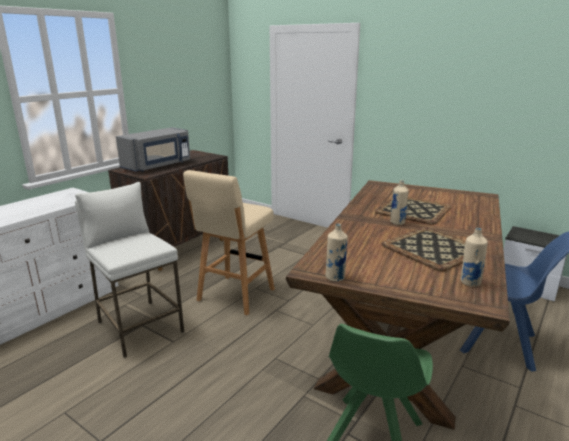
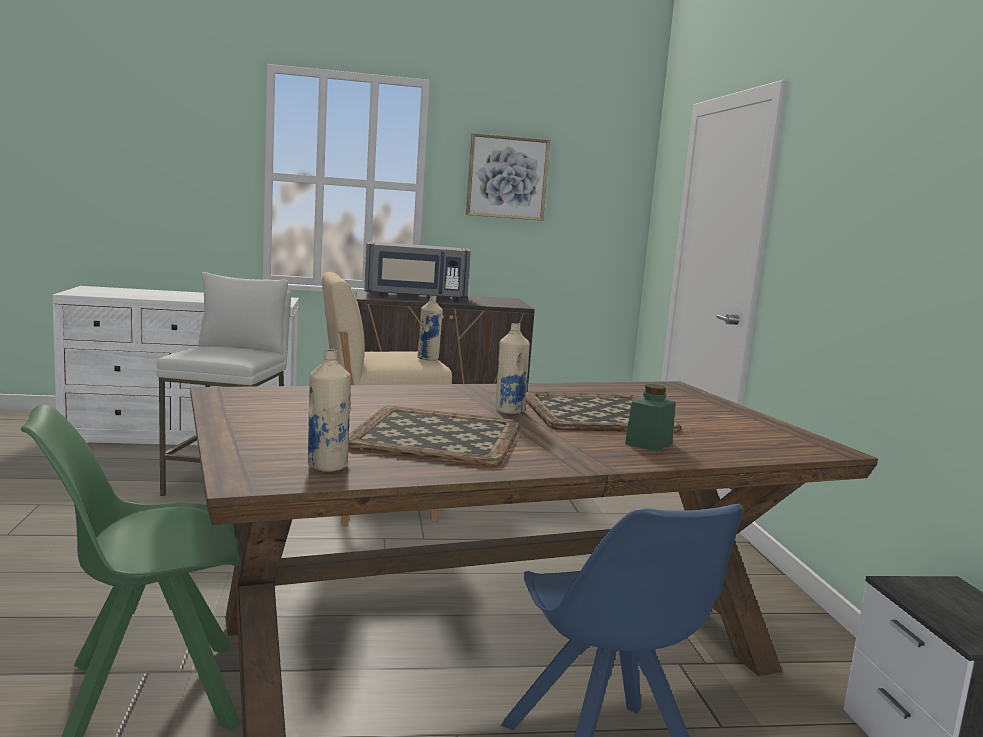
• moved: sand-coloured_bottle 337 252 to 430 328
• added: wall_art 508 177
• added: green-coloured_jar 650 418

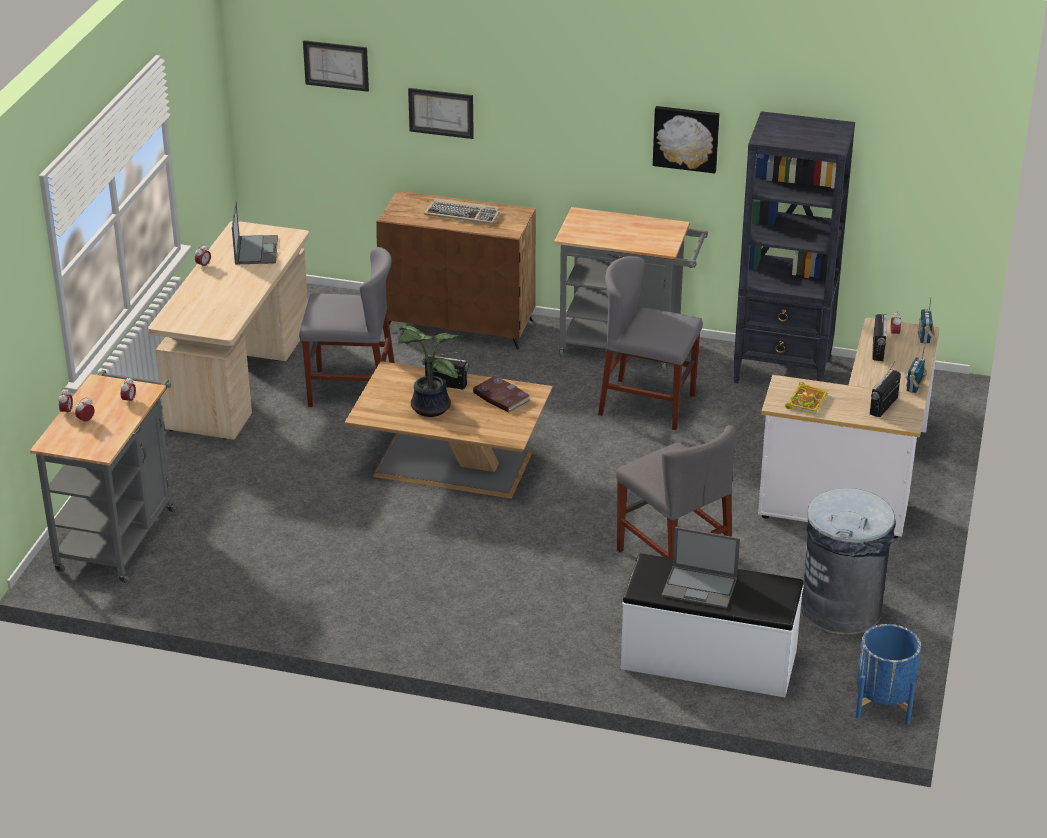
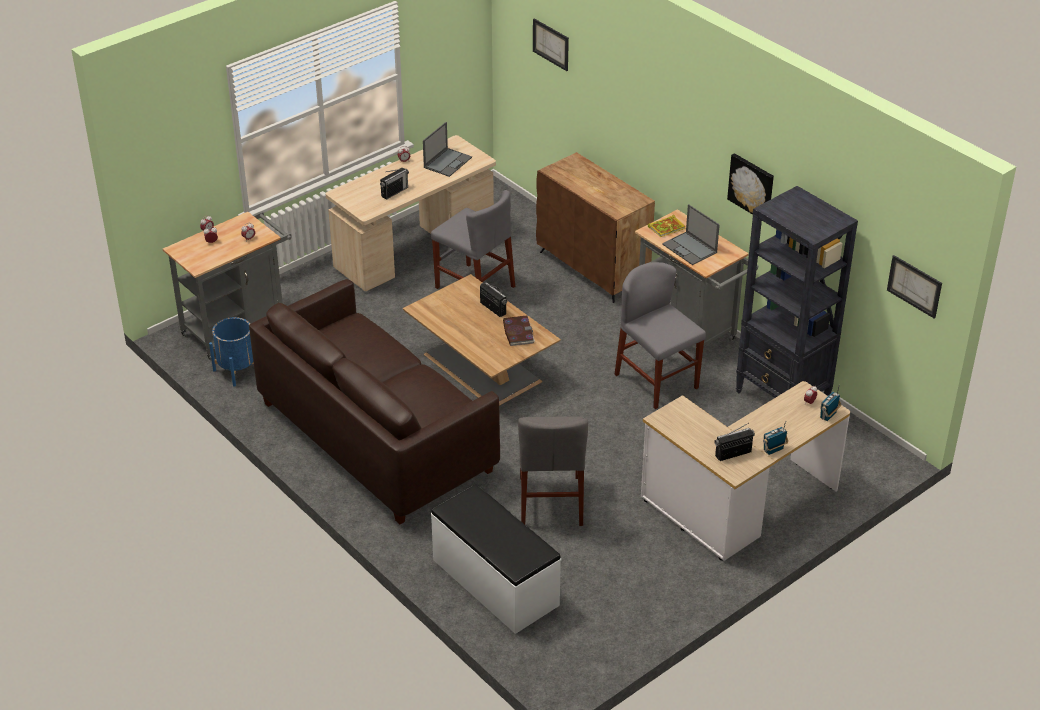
• moved: wall_art 441 113 to 914 287
• removed: PC_keyboard 462 211
• moved: radio_set 879 337 to 394 184
• removed: houseplant 431 371
• moved: bound_book 806 398 to 666 226
• removed: gray_trash_can 849 562
• moved: laptop 701 567 to 691 234
• moved: bluish_plant_pot 888 674 to 231 352
• added: brown_couch 374 401

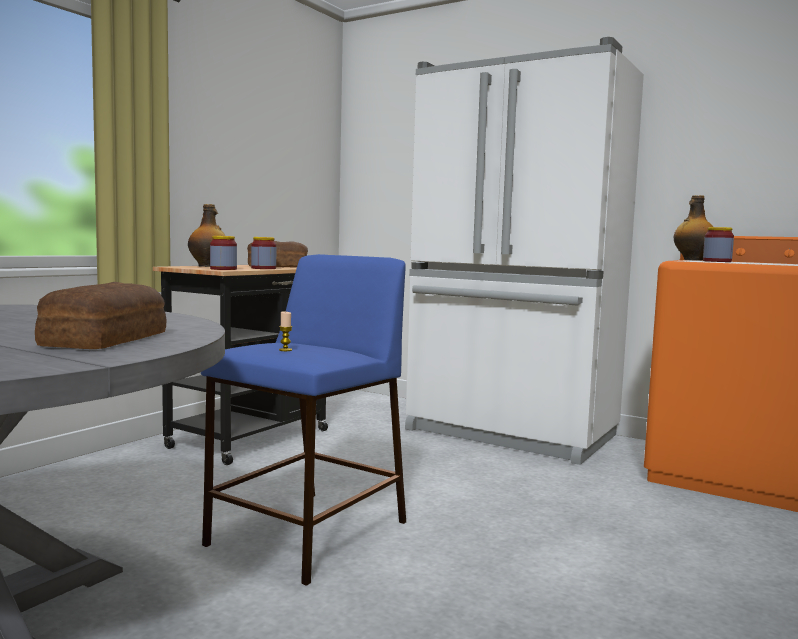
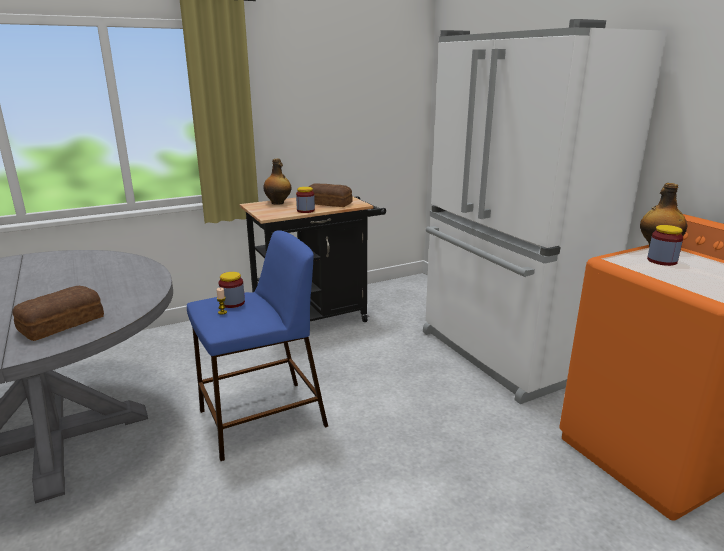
• moved: jar 223 253 to 232 290

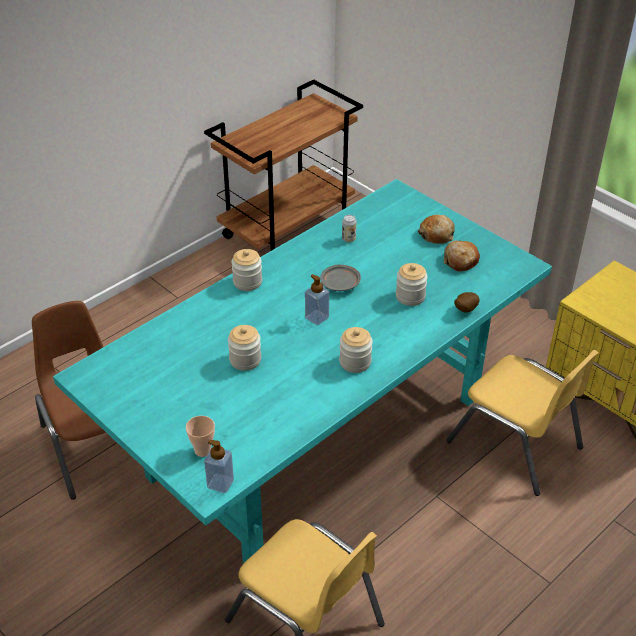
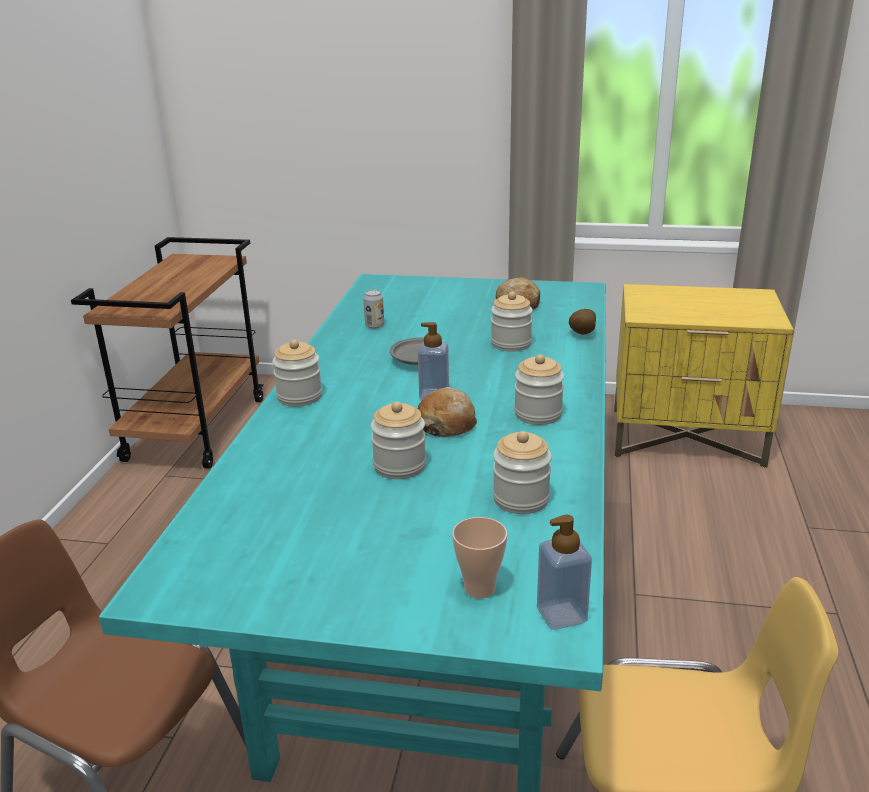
• moved: baked_bread 436 229 to 447 412
• removed: yellow-coloured_upright_chair 522 423
• added: jar 522 472

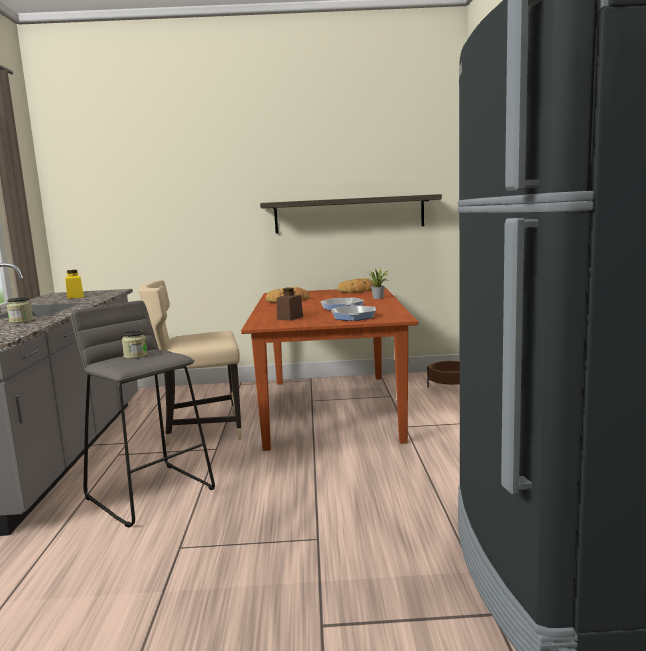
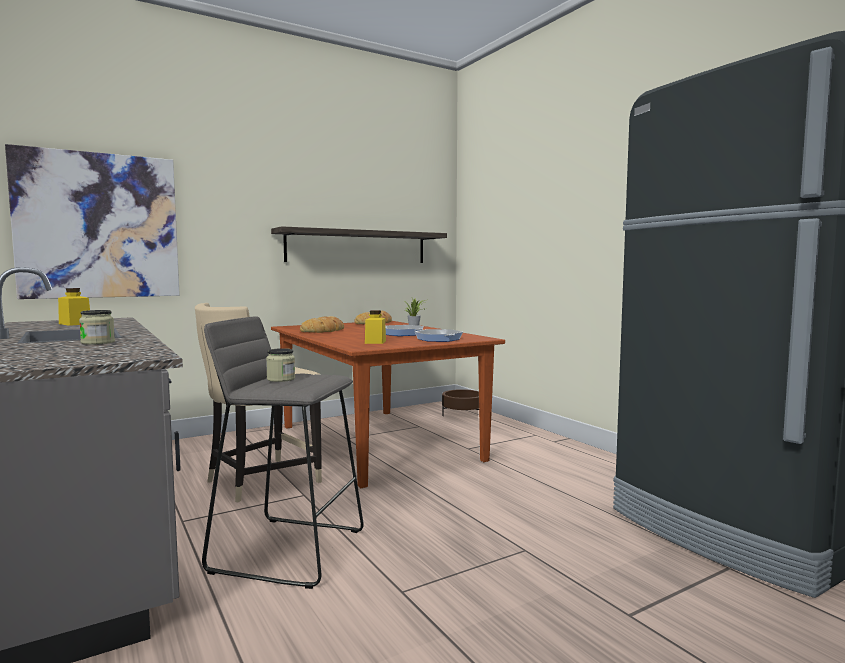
• recoloured: brown_jar 290 304 to yellow-coloured_jar 375 327
• added: wall_art 92 221

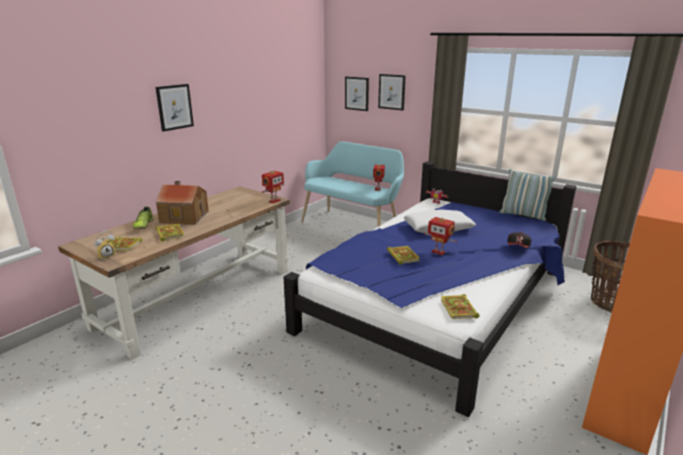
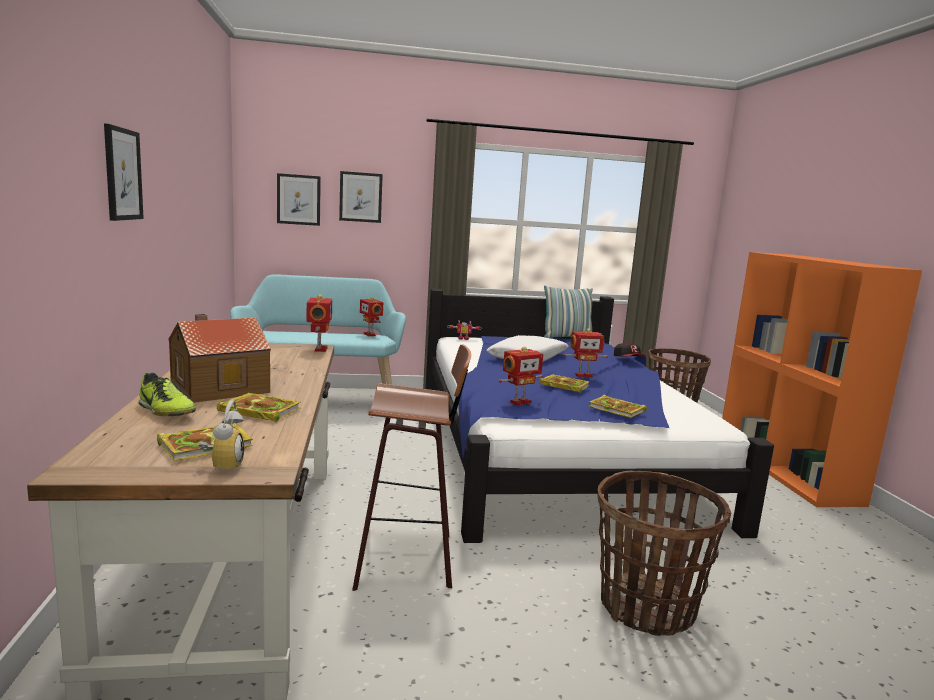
• moved: bound_book 460 306 to 618 406
• added: stool_seat 411 468
• added: robot_figure 521 375
• added: storage_basket 664 553

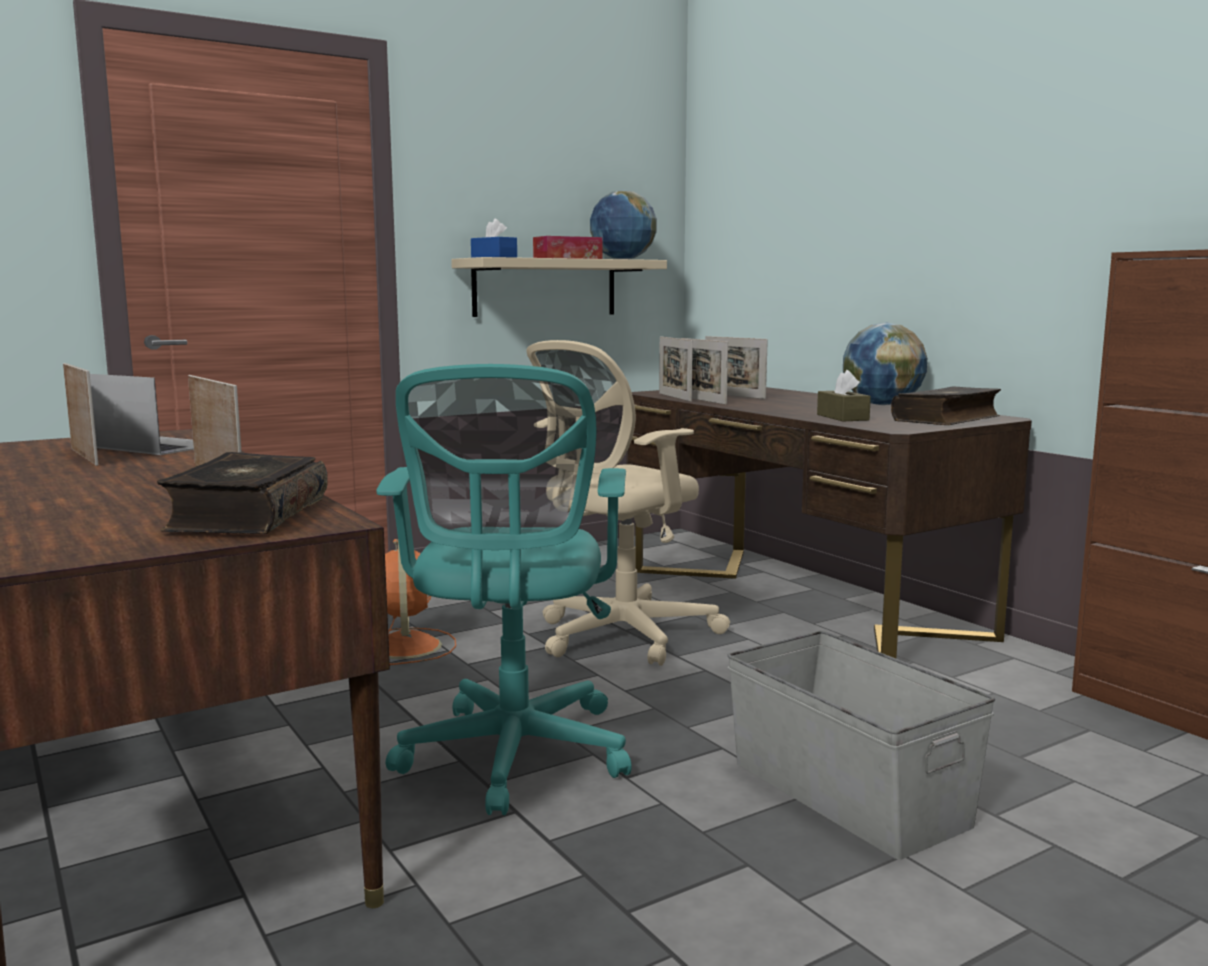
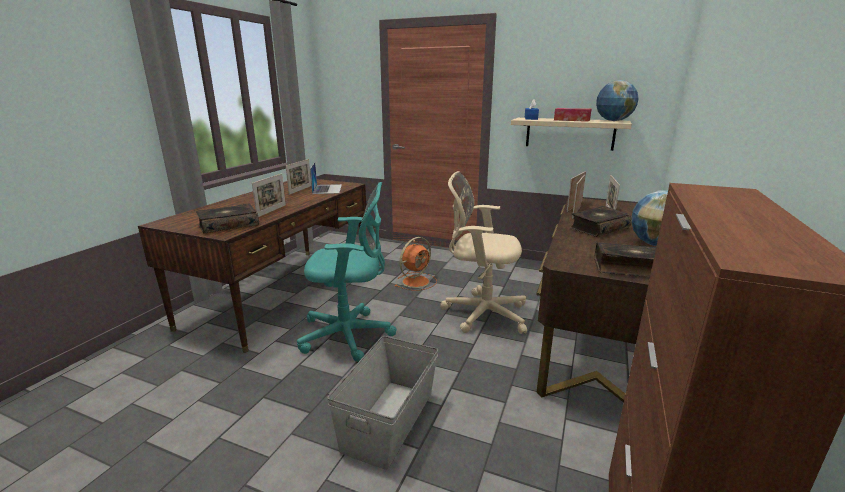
• turned: turquoise-coloured_desk_chair 504 589 = 346 272 150 degrees counterclockwise
• removed: brown_box_of_tissues 844 395
• added: bound_book 601 221

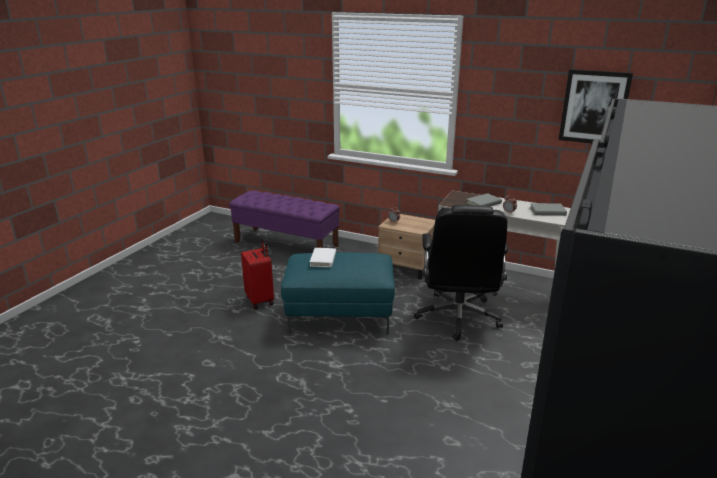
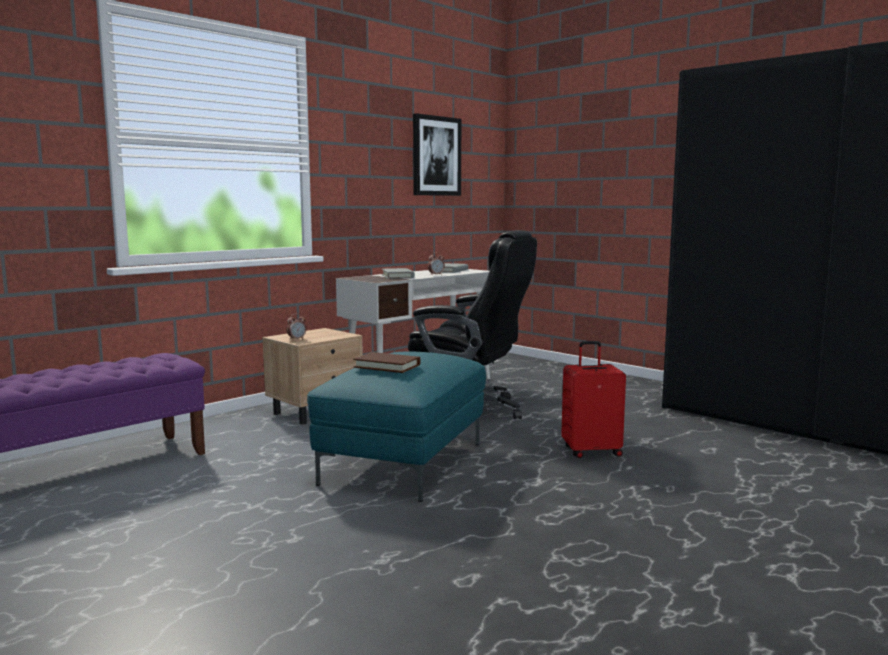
• moved: reddish_piece_of_luggage 257 273 to 593 399
• recoloured: white_bound_book 323 257 to brown_bound_book 387 362

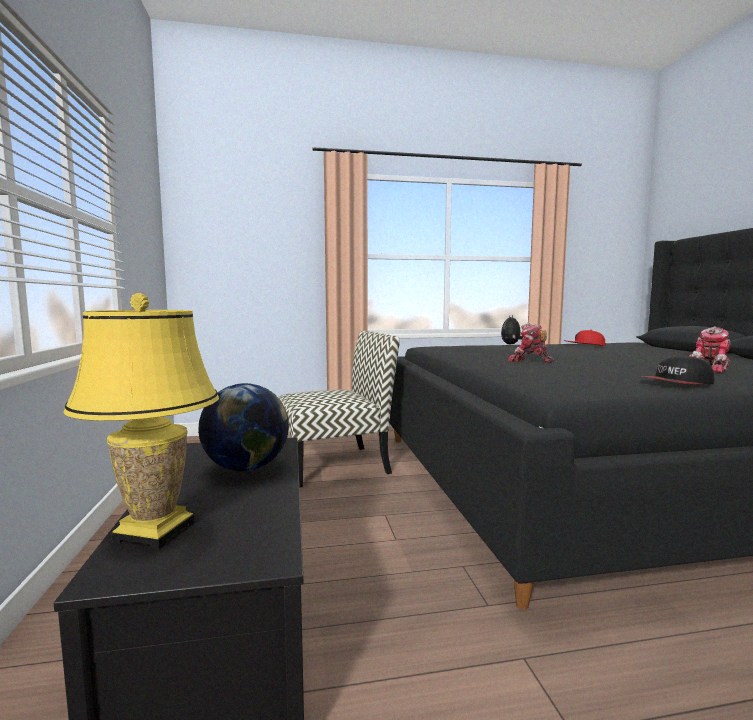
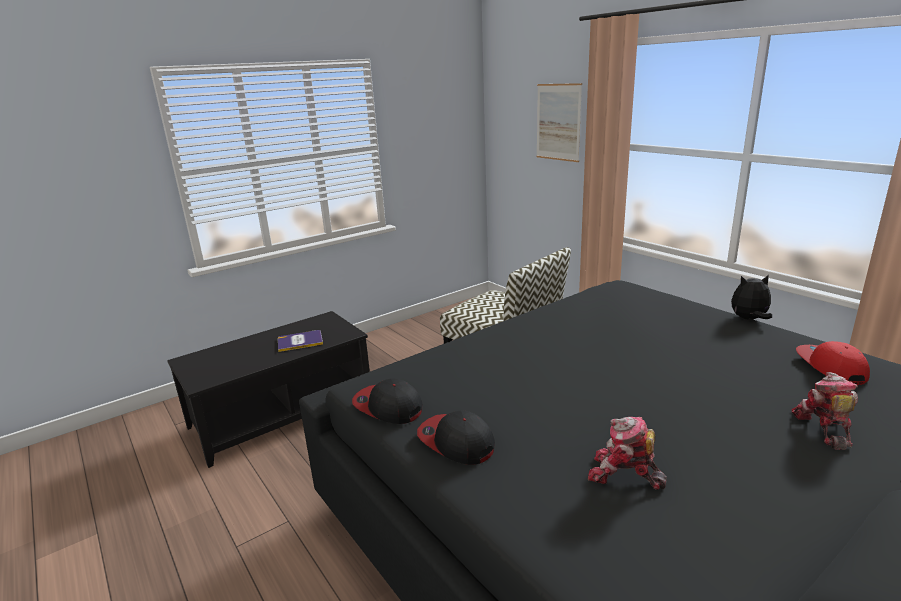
• removed: yellow-coloured_table_lamp 141 421
• moved: robot_figure 531 343 to 824 411
• replaced: world_globe 243 427 to bound_book 300 341
• added: wall_art 559 122
• added: peaked_cap 387 401

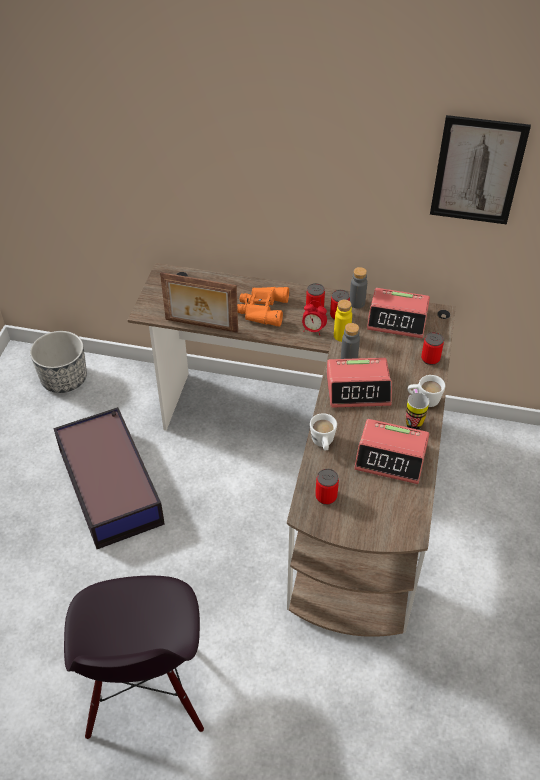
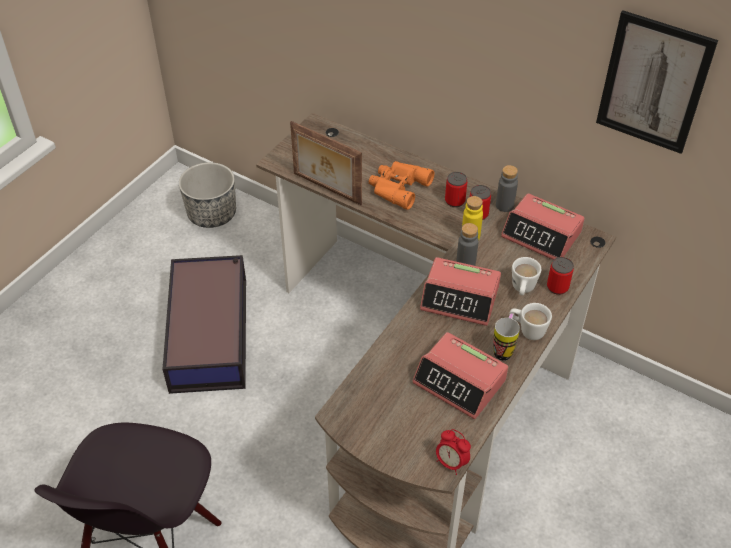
• moved: alarm_clock 314 318 to 453 452
• moved: white_mug 323 431 to 526 276
• removed: metal_can 327 487

